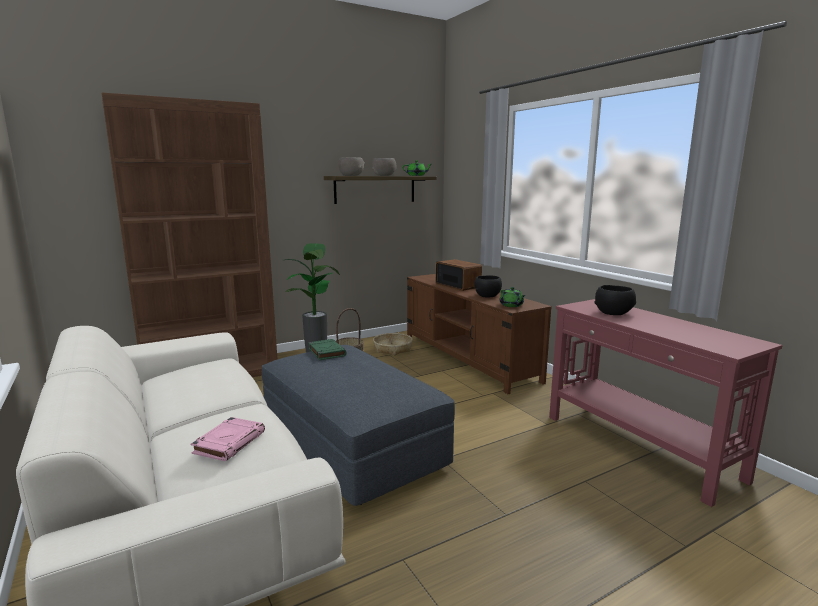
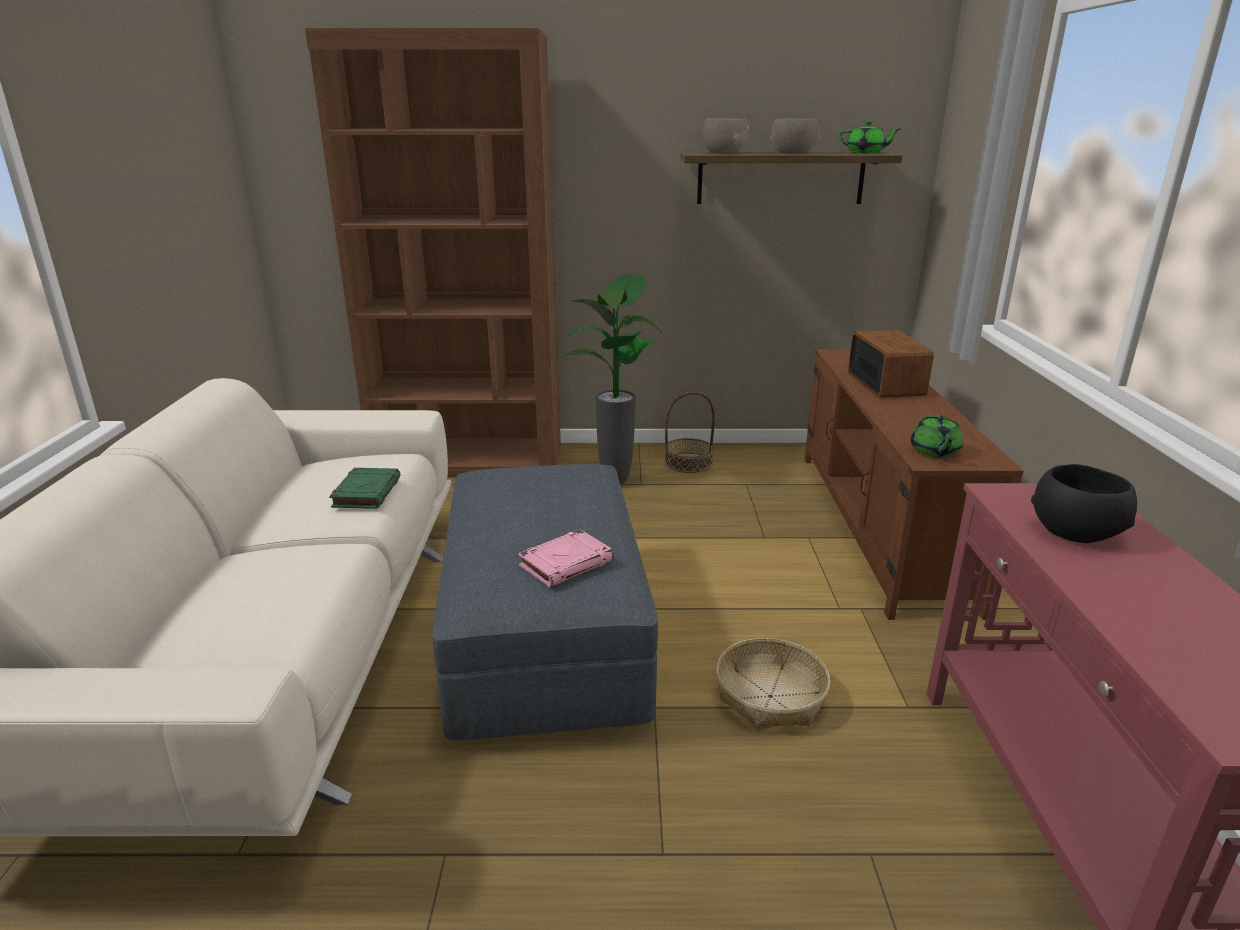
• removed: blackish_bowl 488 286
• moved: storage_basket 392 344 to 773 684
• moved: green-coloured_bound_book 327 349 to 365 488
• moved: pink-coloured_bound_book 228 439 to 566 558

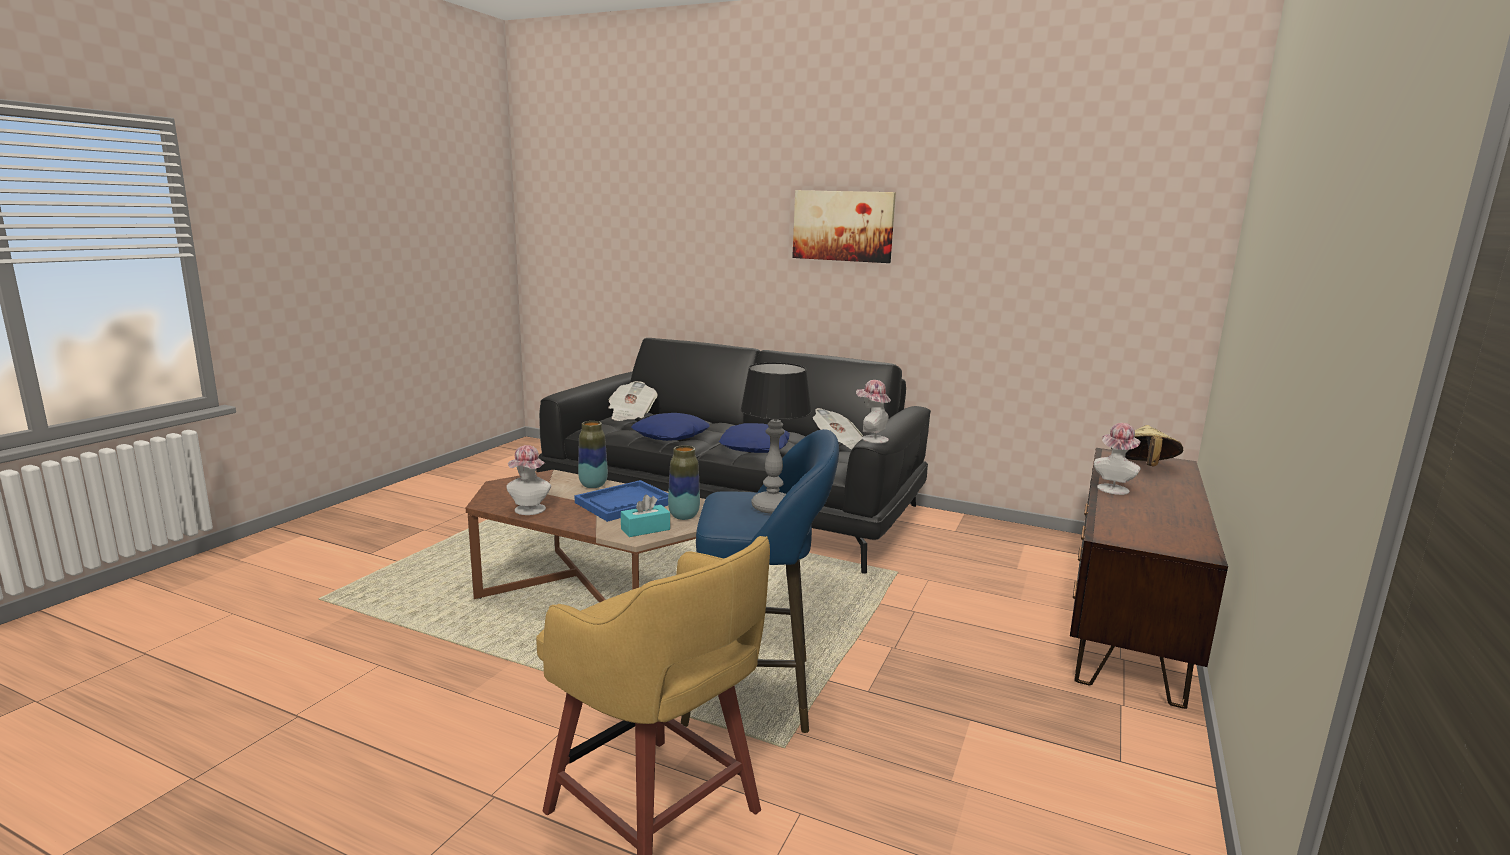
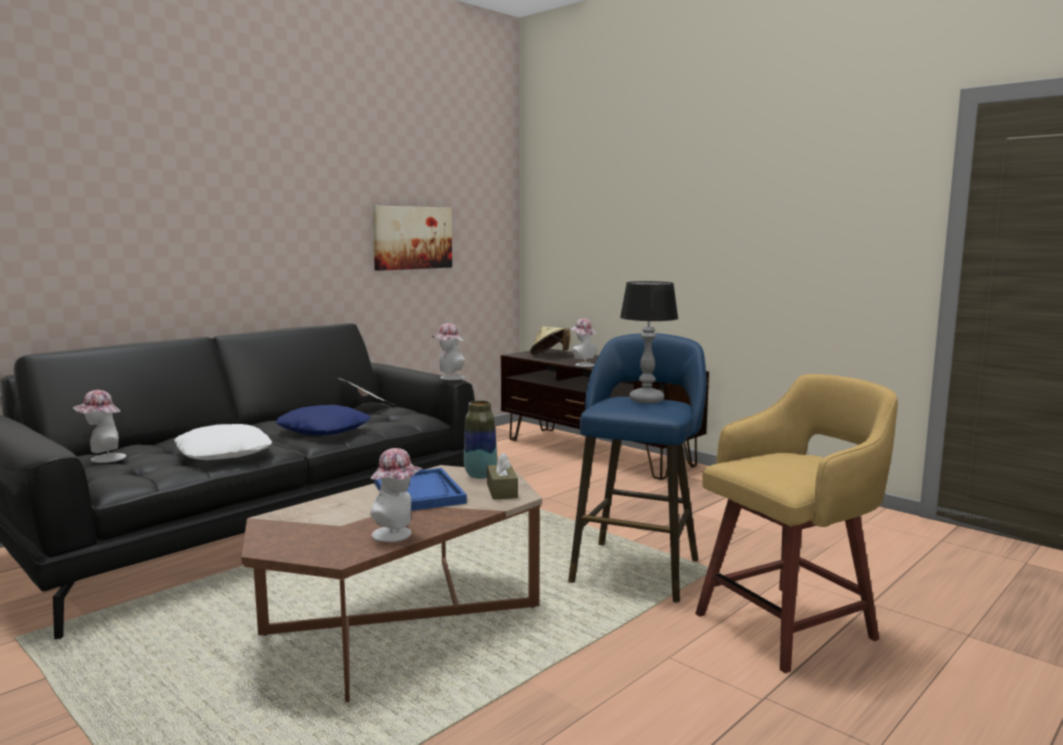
• moved: wall_art 844 226 to 412 238
• replaced: newspaper 633 401 to clothing_hat 99 426
• recoloured: bluish_cushion 670 427 to white_cushion 223 442
• removed: flower_vase 593 454
• recoloured: turquoise-coloured_box_of_tissues 645 516 to brown_box_of_tissues 502 476

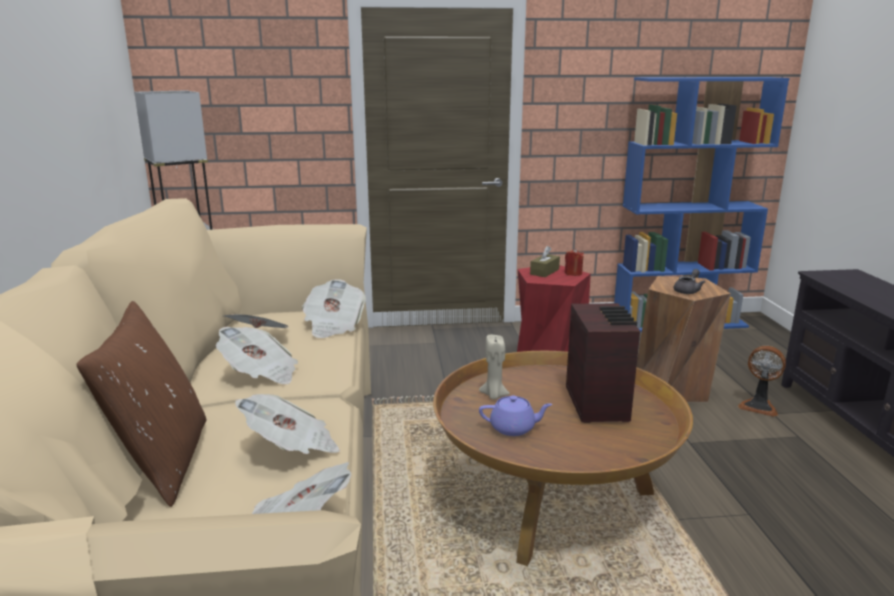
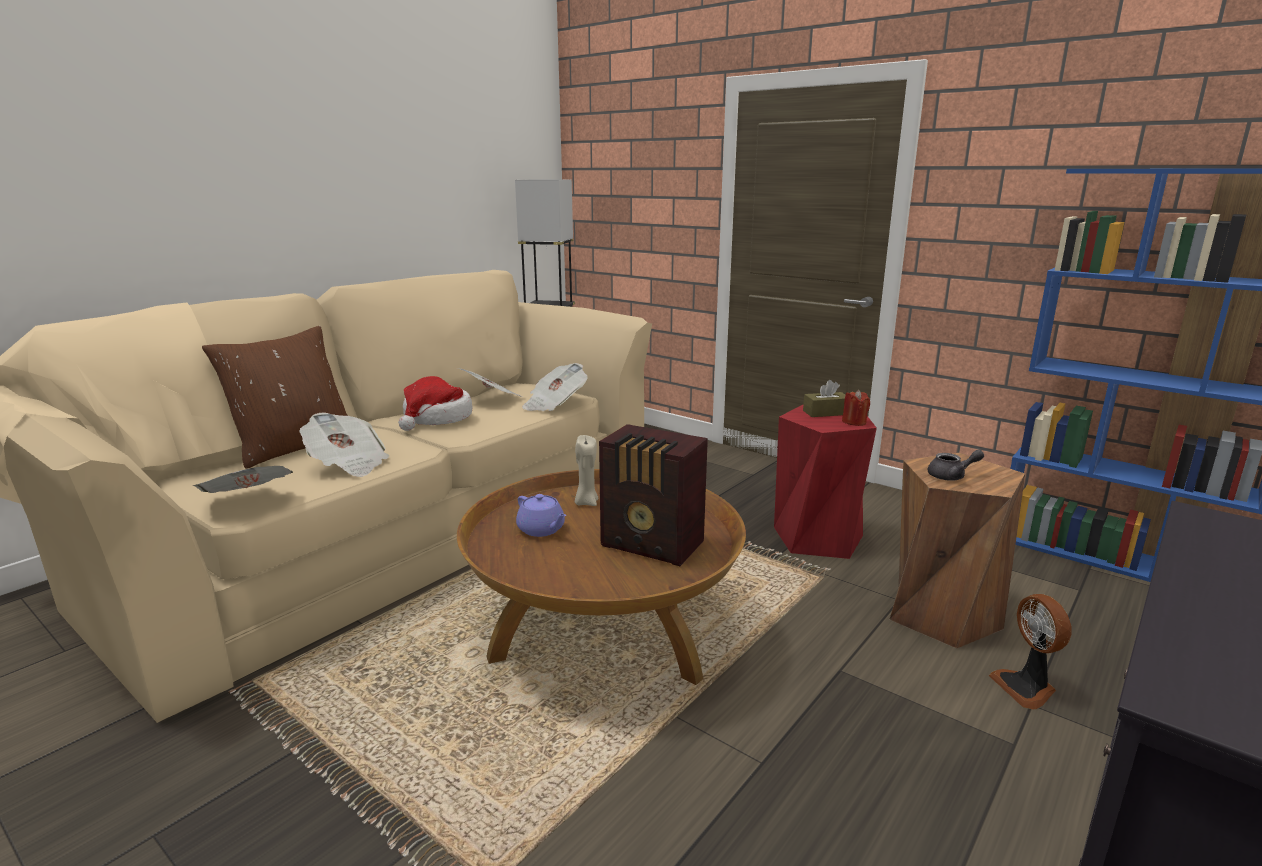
• turned: radio_set 603 363 = 653 495 75 degrees clockwise
• replaced: newspaper 257 356 to clothing_hat 435 403

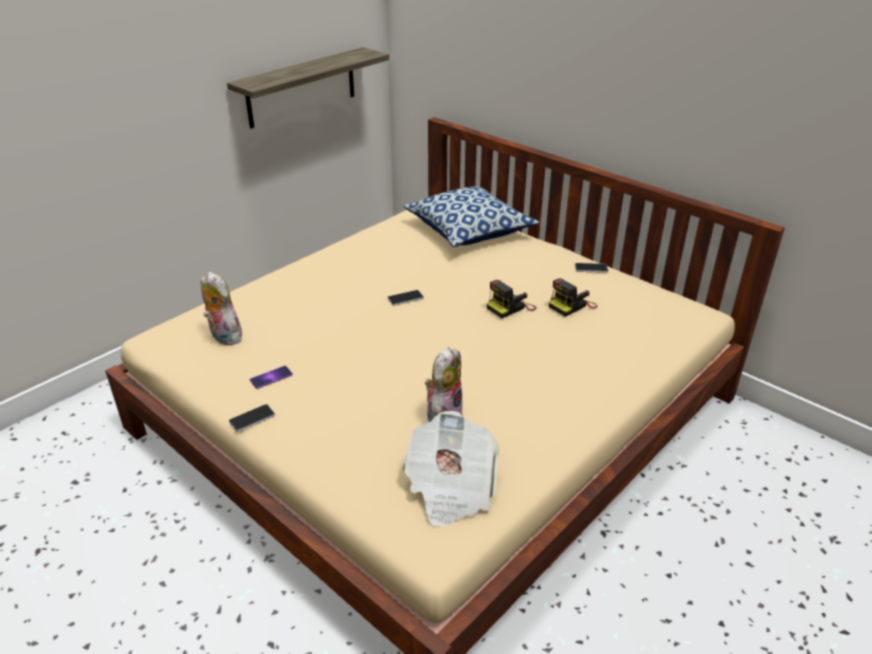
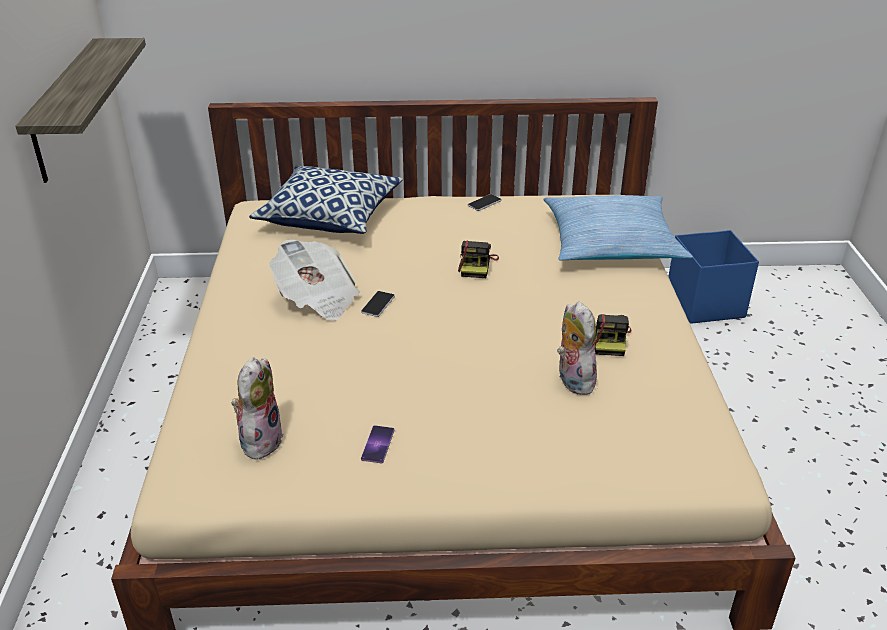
• turned: plush_toy 221 308 = 258 409 105 degrees clockwise
• moved: still_camera 573 297 to 613 335
• removed: handset 252 418
• moved: newspaper 451 469 to 314 280
• added: cushion 618 227
• added: bluish_storage_box 713 277

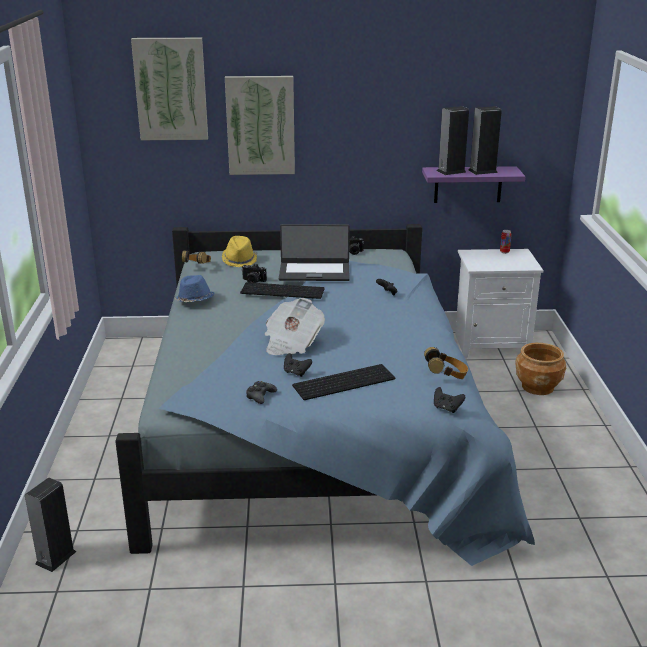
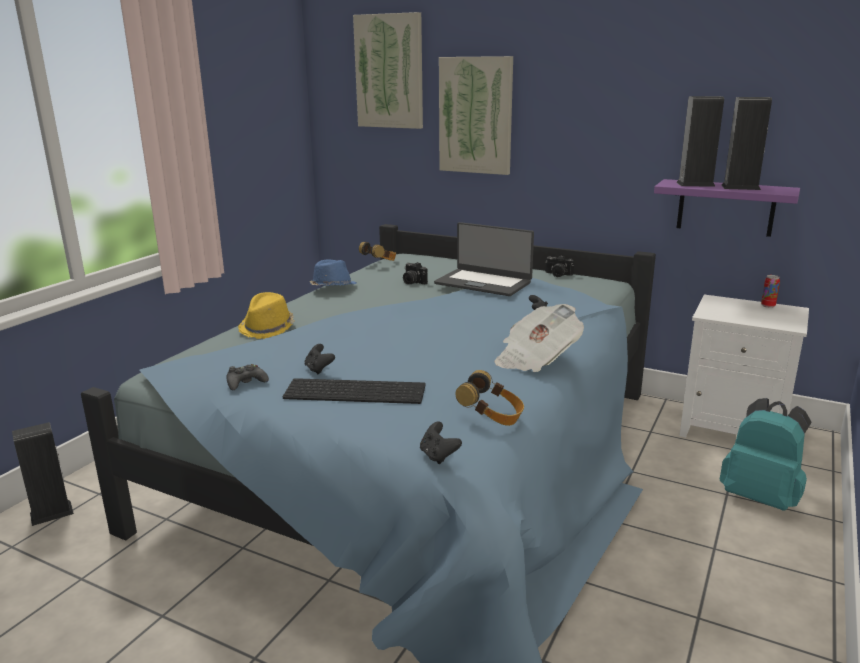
• moved: yellow-coloured_clothing_hat 239 251 to 266 315
• removed: PC_keyboard 282 290
• moved: newspaper 295 326 to 539 338
• replaced: brown_plant_pot 541 369 to turquoise-coloured_backpack 766 454

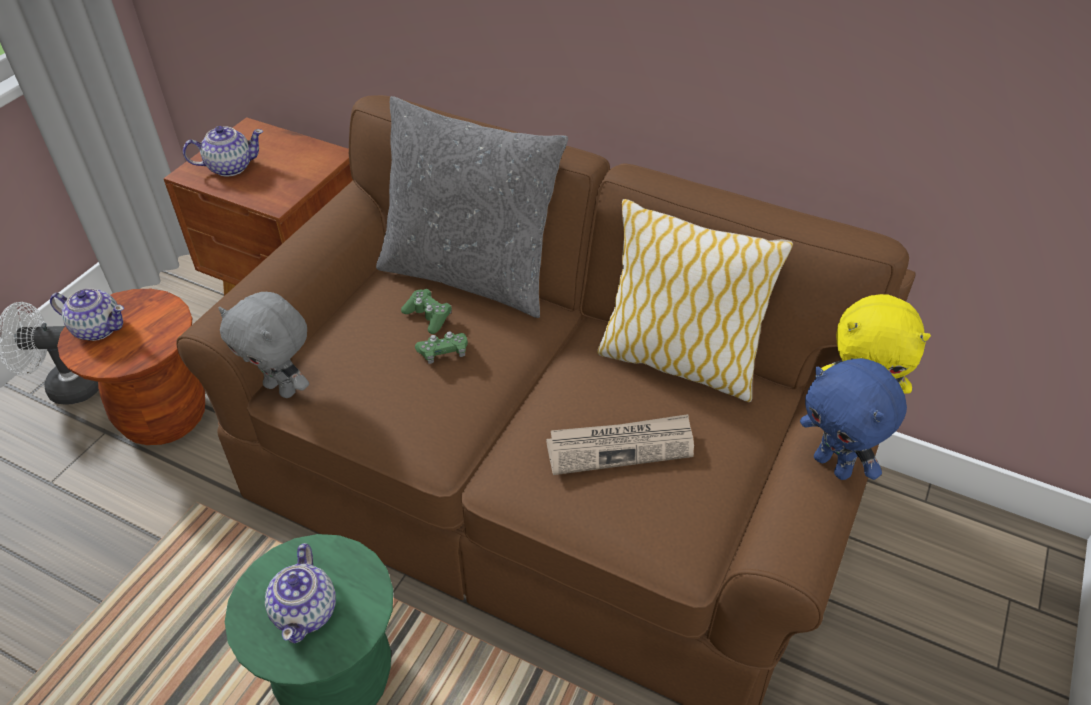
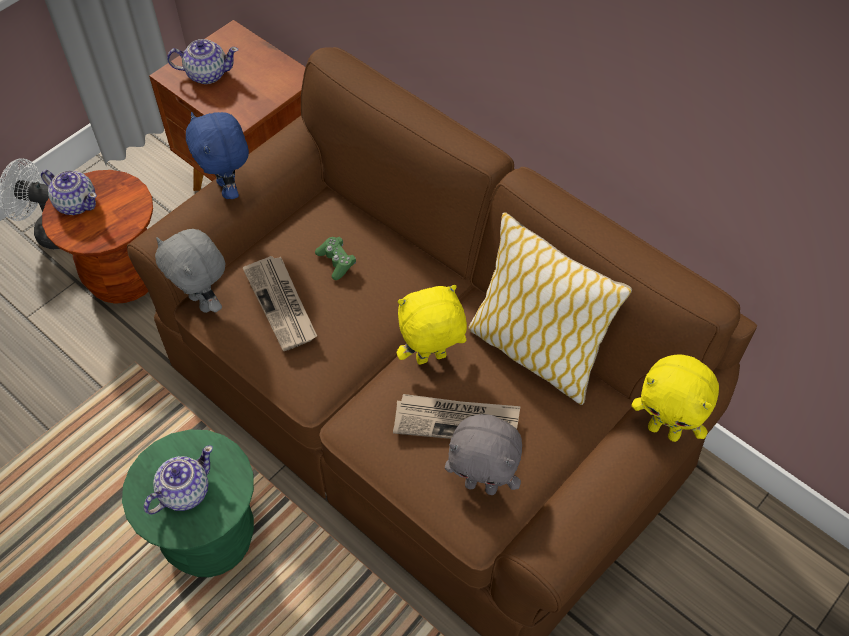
• removed: gray_cushion 472 207
• removed: green-coloured_gamepad 441 347
• moved: bluish_plush_toy 853 419 to 217 155
• turned: tea_pot 300 593 = 178 480 150 degrees counterclockwise
• added: newspaper 280 303
• added: yellow-coloured_plush_toy 432 325
• added: gray_plush_toy 483 454

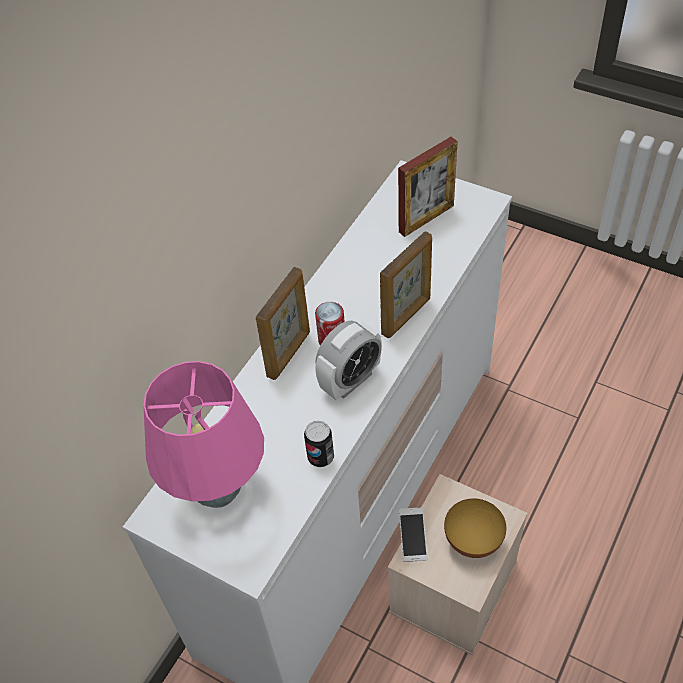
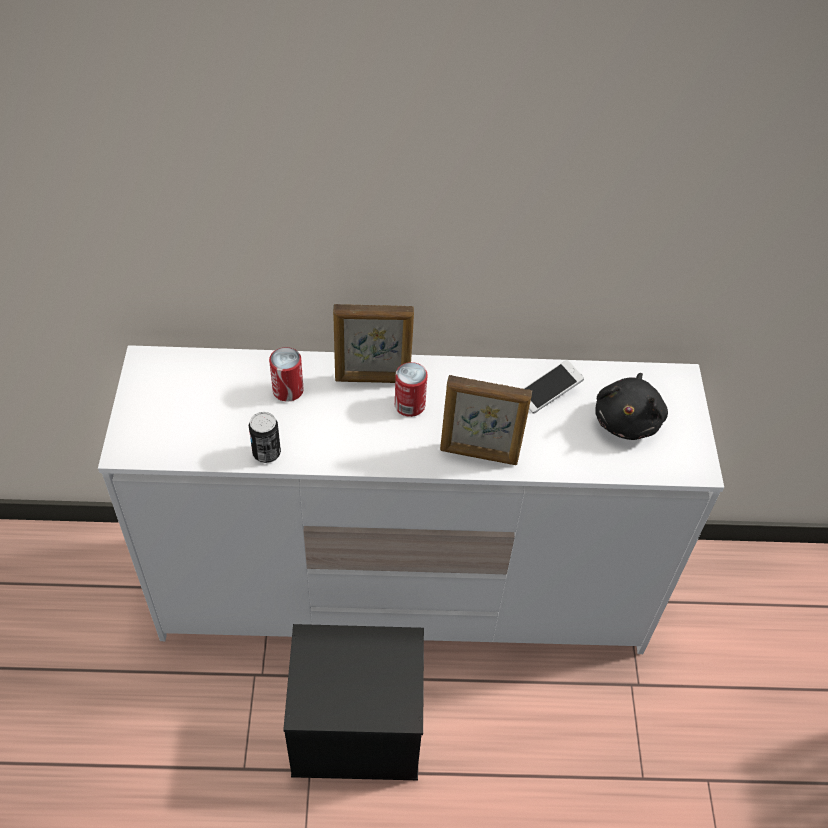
• replaced: standing_frame 428 187 to blackish_plush_toy 631 406
• removed: alarm_clock 348 360
• removed: pink-coloured_table_lamp 204 434
• recoloured: sand-coloured_storage_box 457 564 to blackish_storage_box 353 702
• removed: bowl 475 528
• moved: handset 413 534 to 553 387
• added: metal_can 286 374

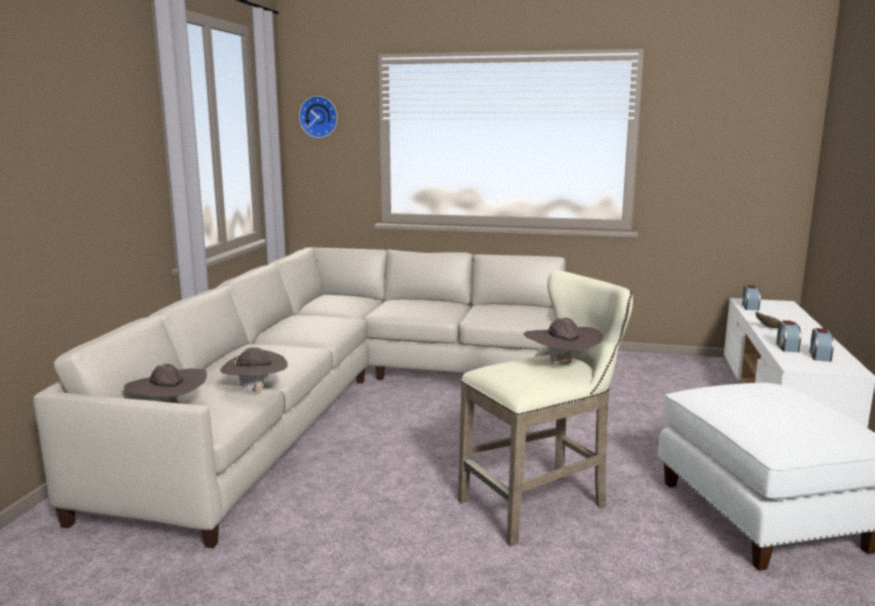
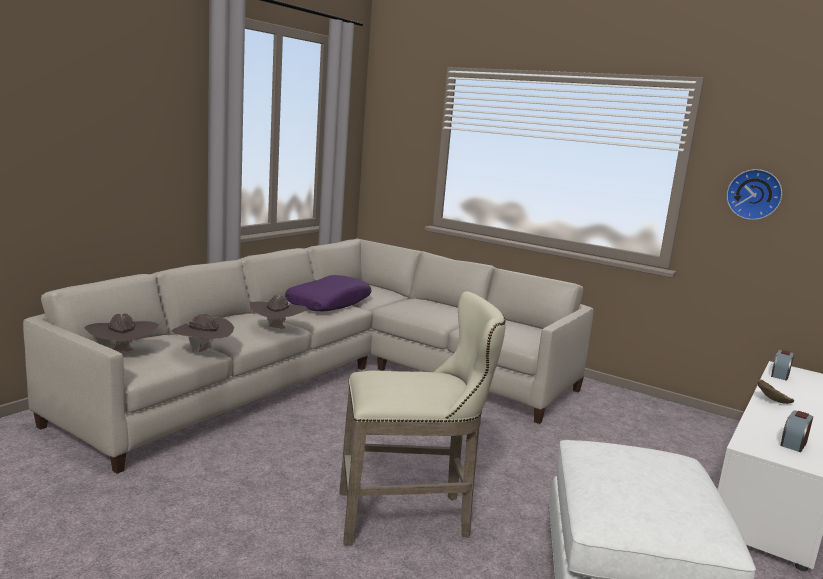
• moved: wall_clock 318 117 to 754 194
• moved: brown_clothing_hat 564 340 to 279 312
• removed: alarm_clock 788 336
• added: purplish_cushion 328 293

